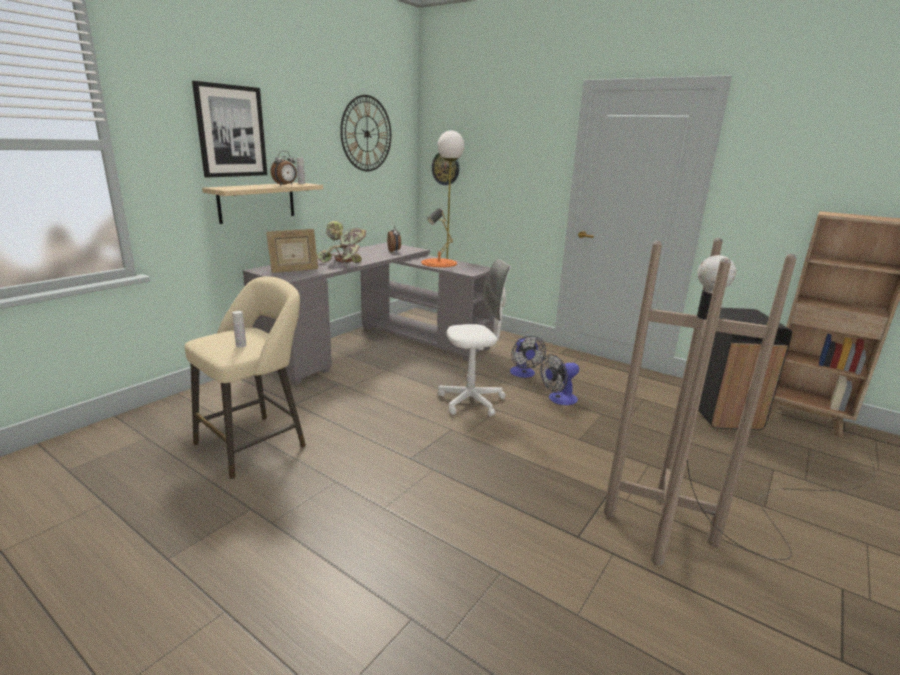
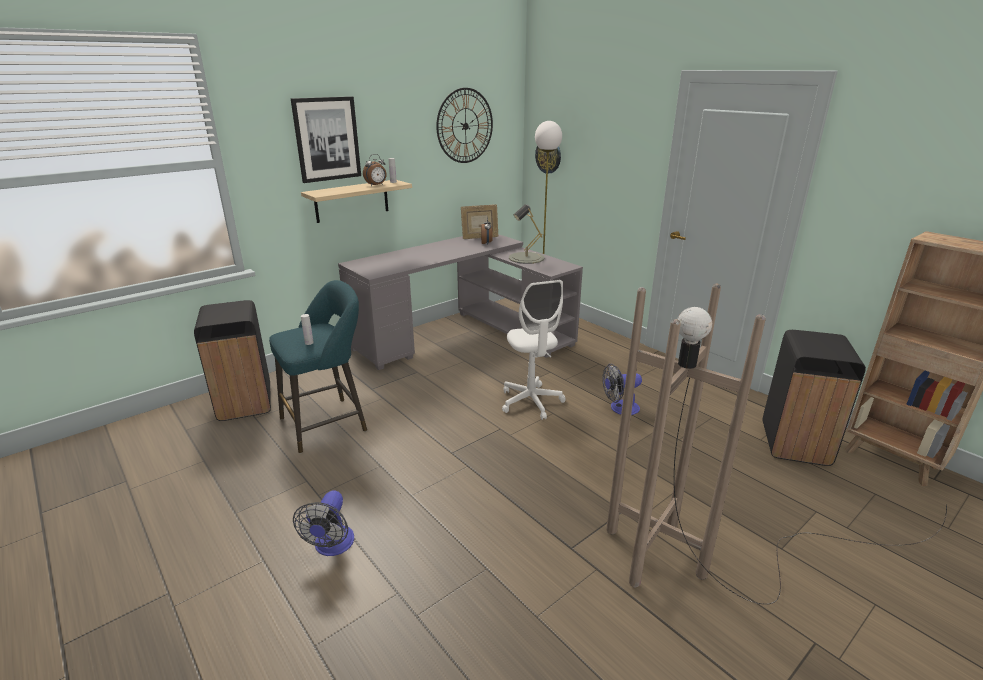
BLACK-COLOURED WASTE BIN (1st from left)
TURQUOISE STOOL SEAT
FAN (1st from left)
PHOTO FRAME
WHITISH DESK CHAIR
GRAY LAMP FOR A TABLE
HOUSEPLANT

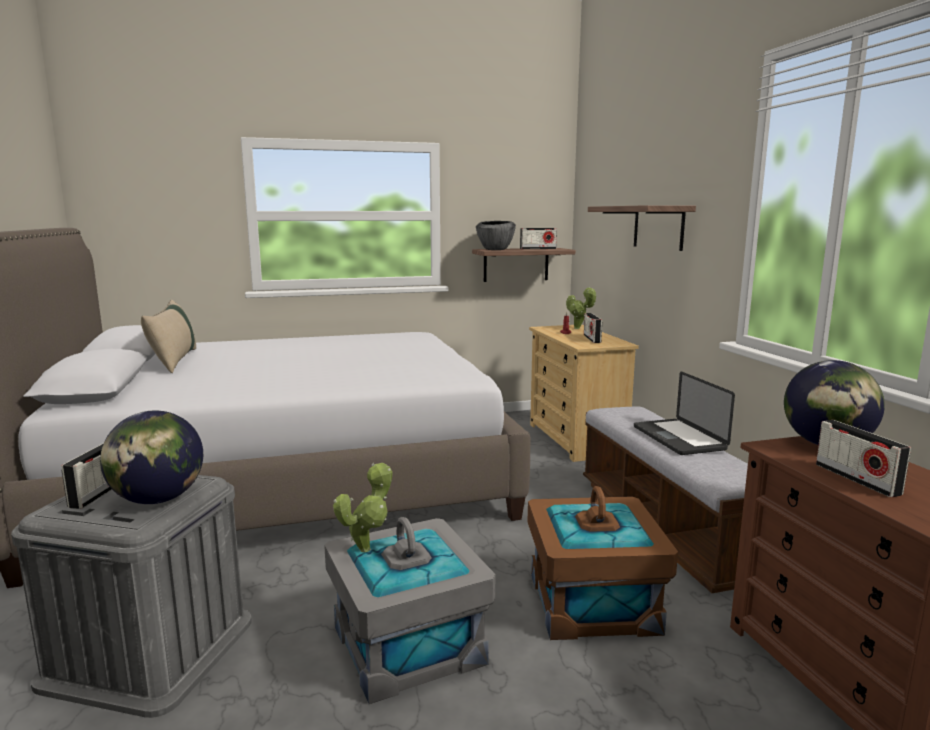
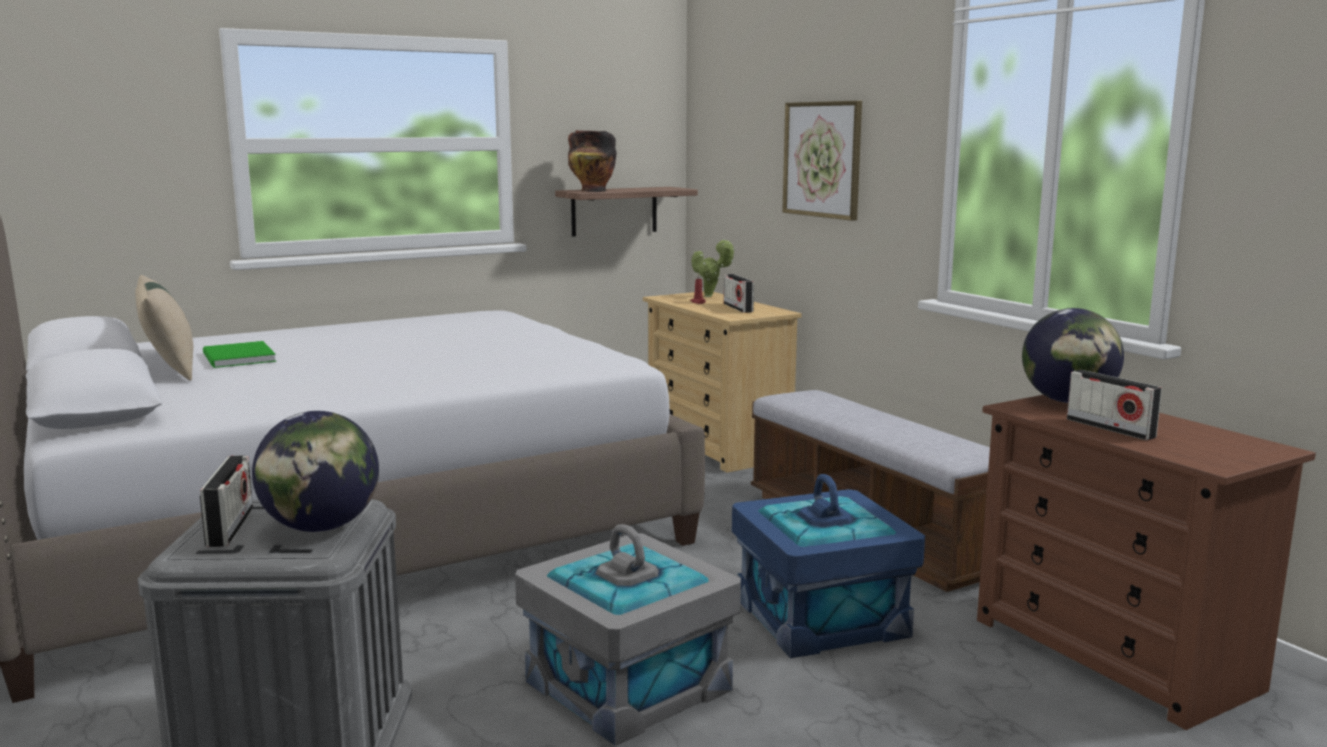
GREEN-COLOURED BOUND BOOK
DECORATIVE VASE
BLUE-COLOURED STORAGE BIN
WALL ART
HOUSEPLANT (1st from left in the first image)
RADIO SET (2nd from left in the first image)
NOTEBOOK COMPUTER

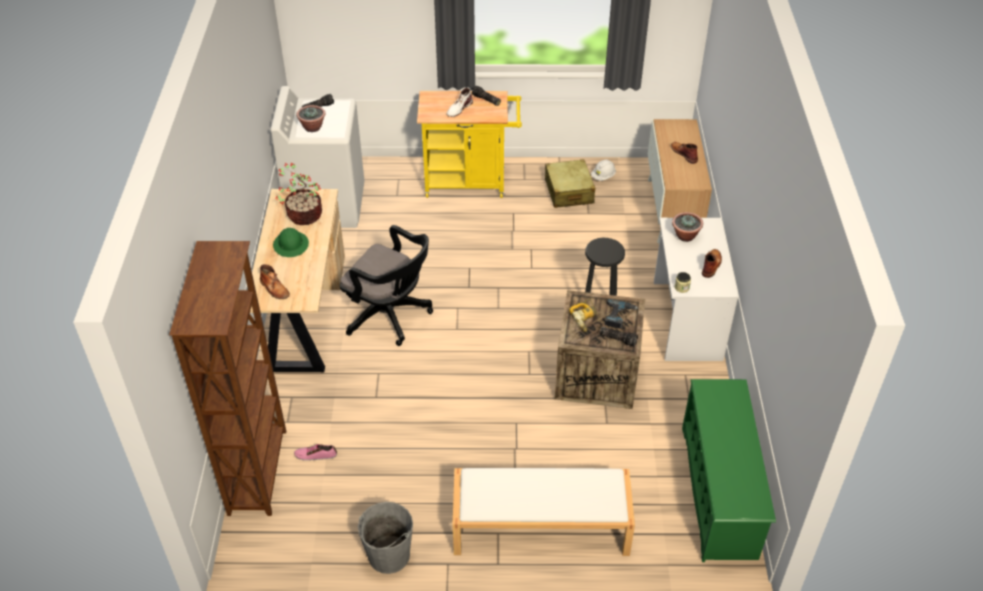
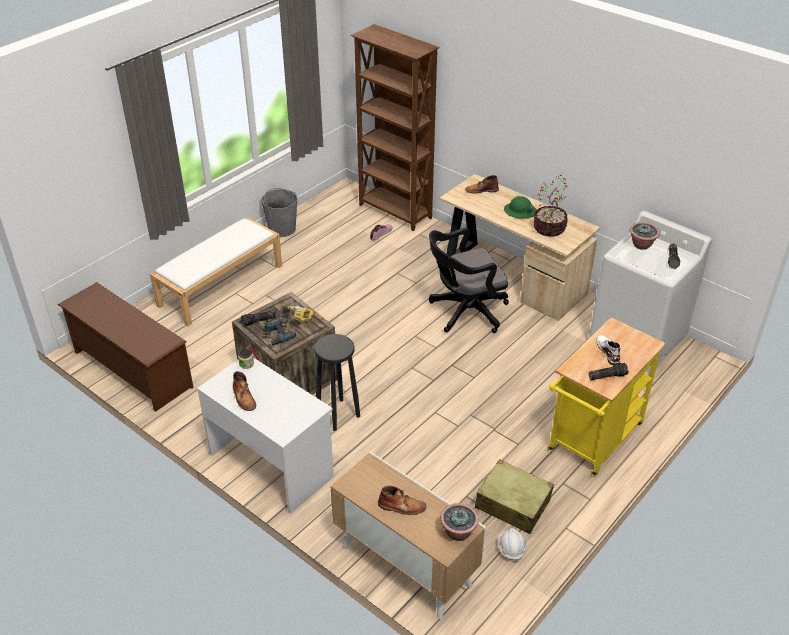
BROWN-COLOURED SHOE RACK
HOUSEPLANT (1st from left)

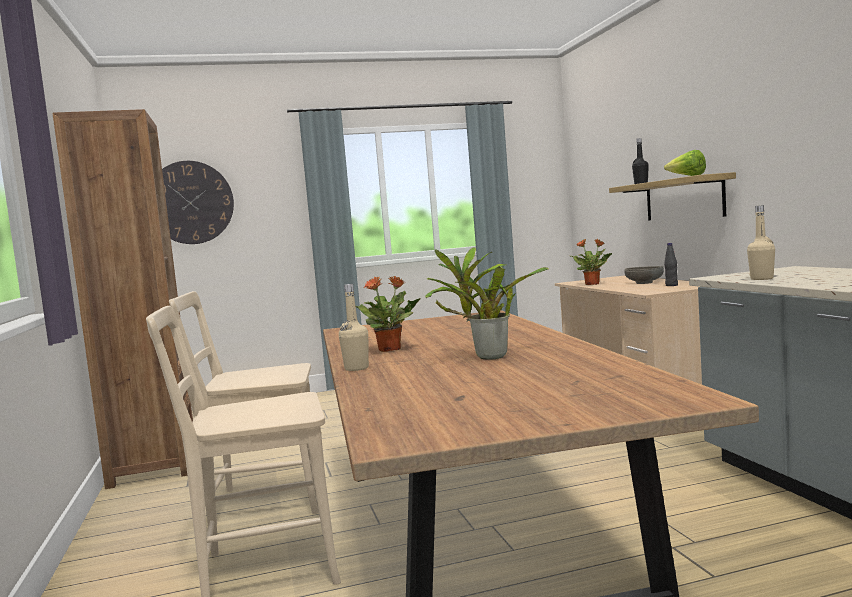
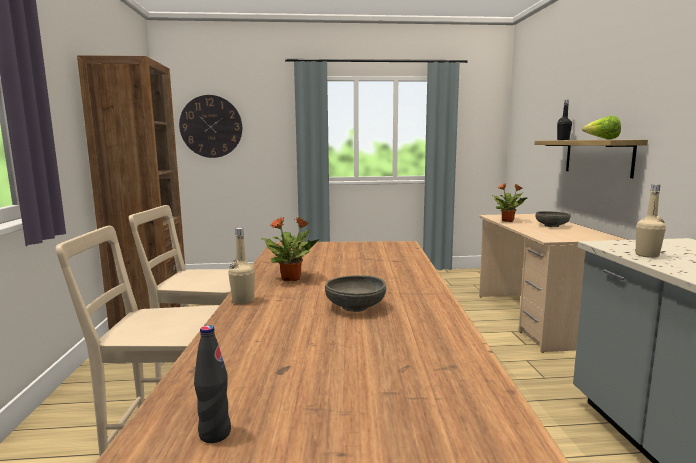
BLACK-COLOURED DRINK BOTTLE (1st from left)
GRAY SERVING BOWL (1st from left)

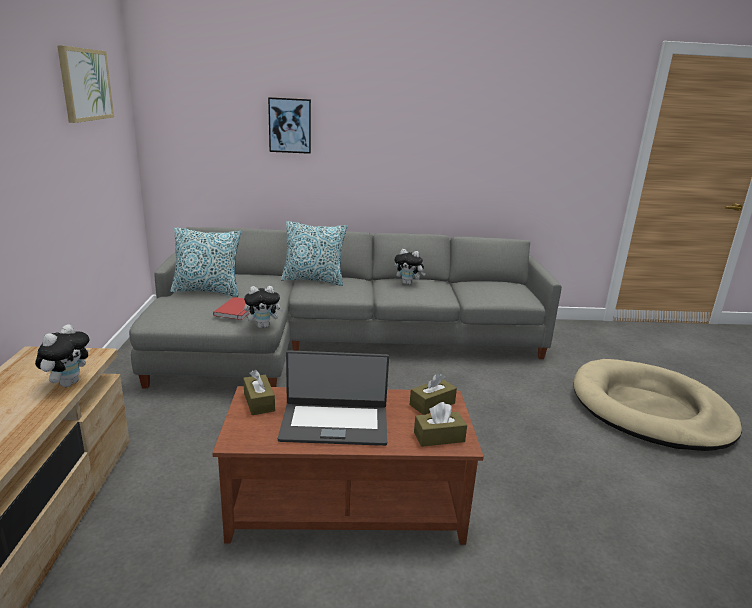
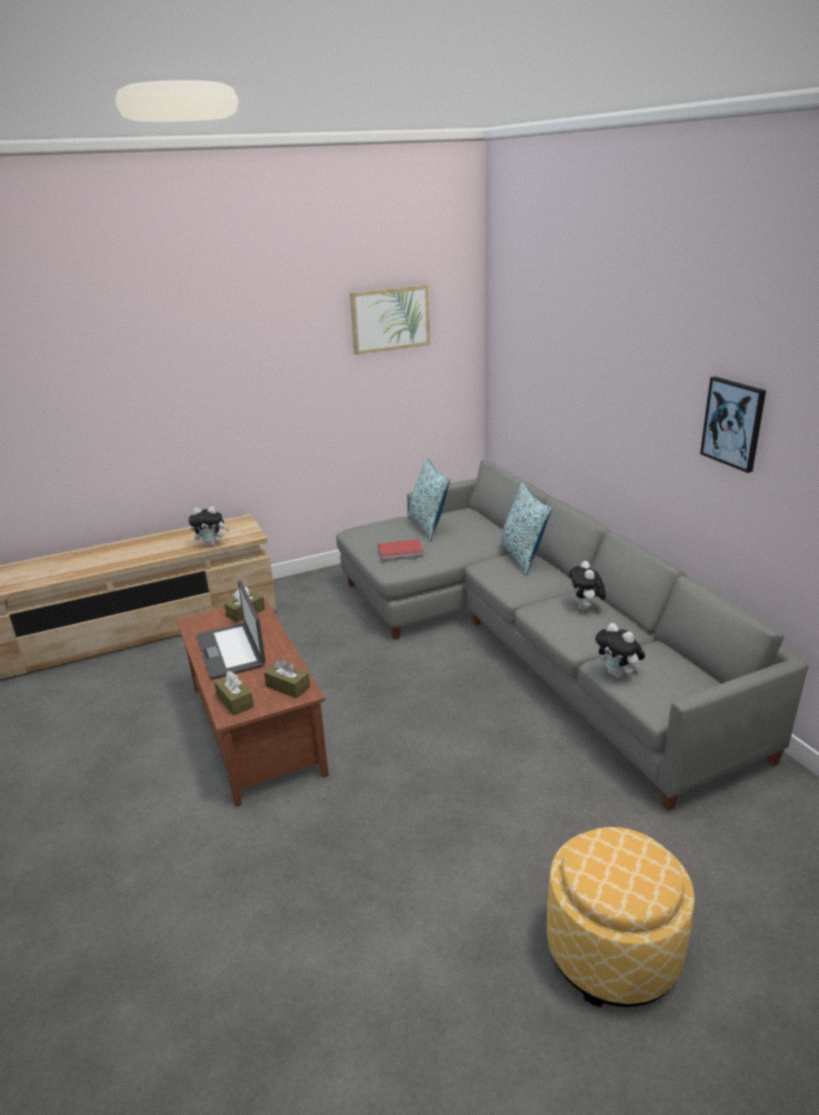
POUFFE
CUDDLY TOY (3rd from left)
WALL ART (2nd from left)

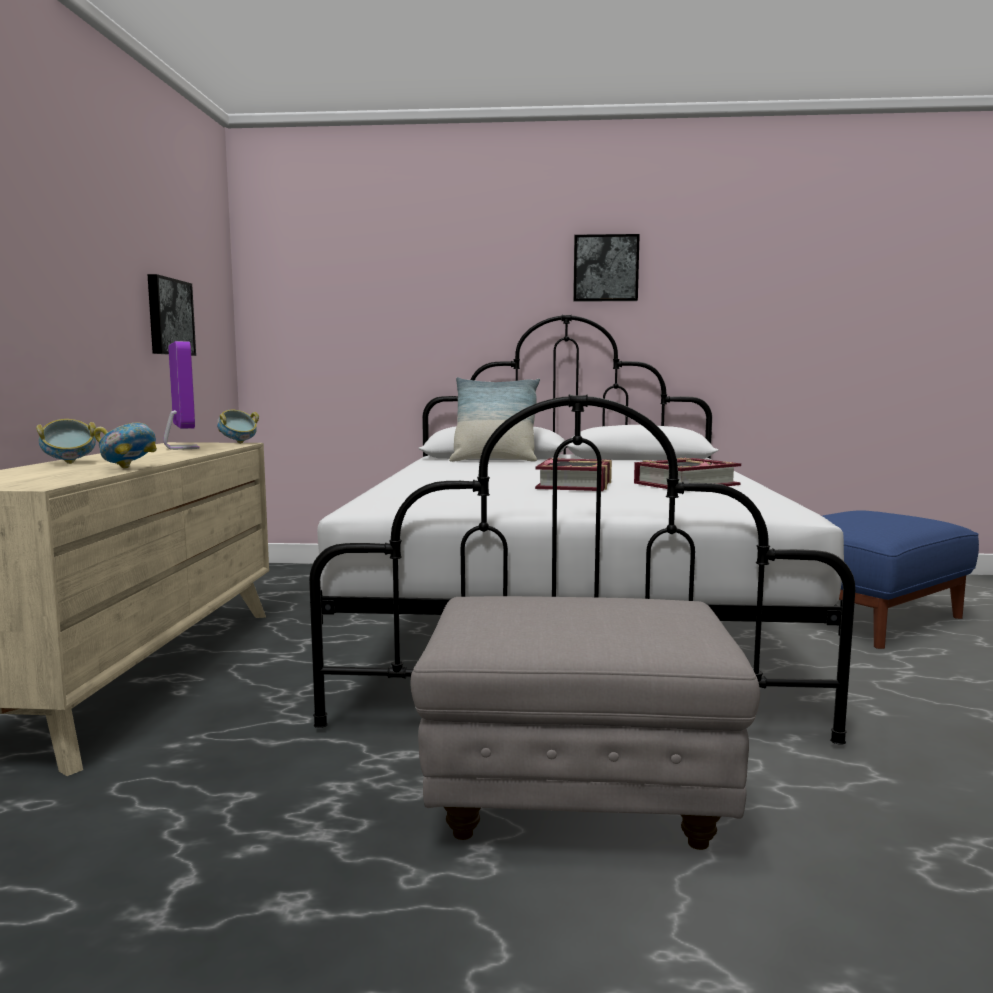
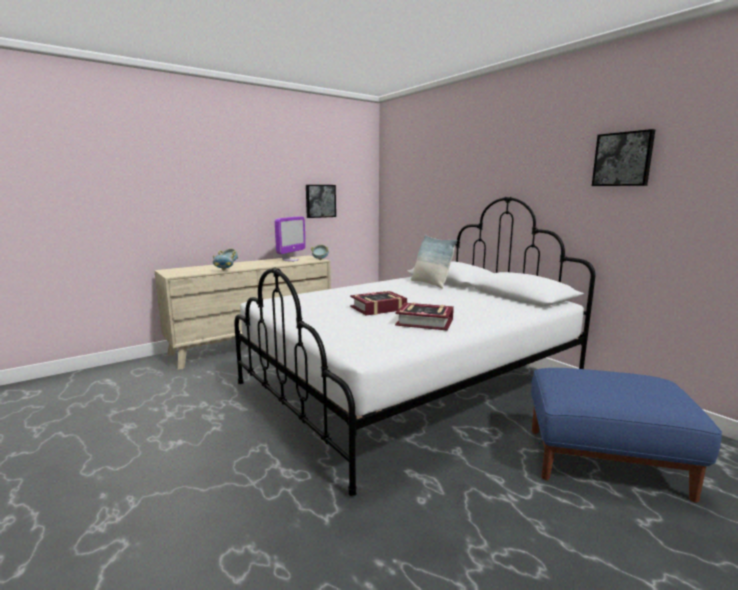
WALL ART (2nd from left)
GRAY POUFFE

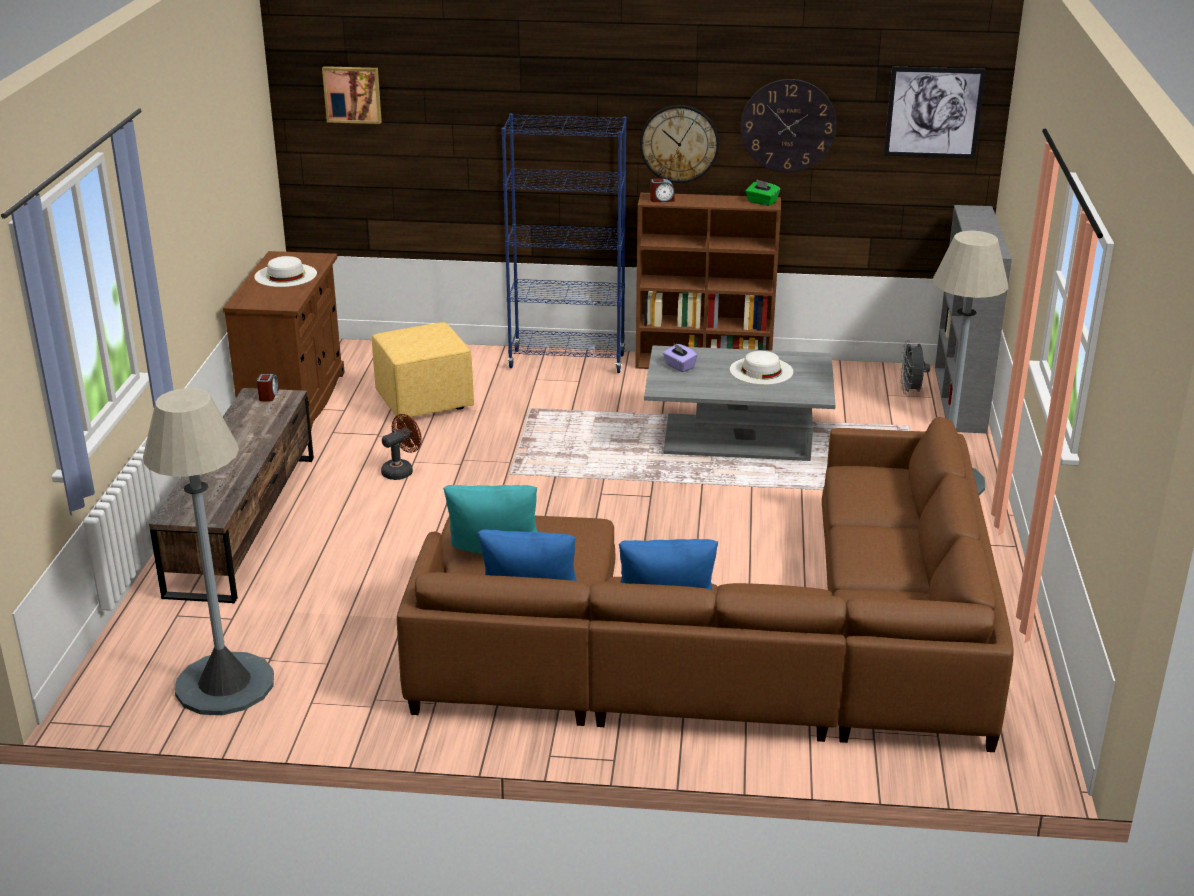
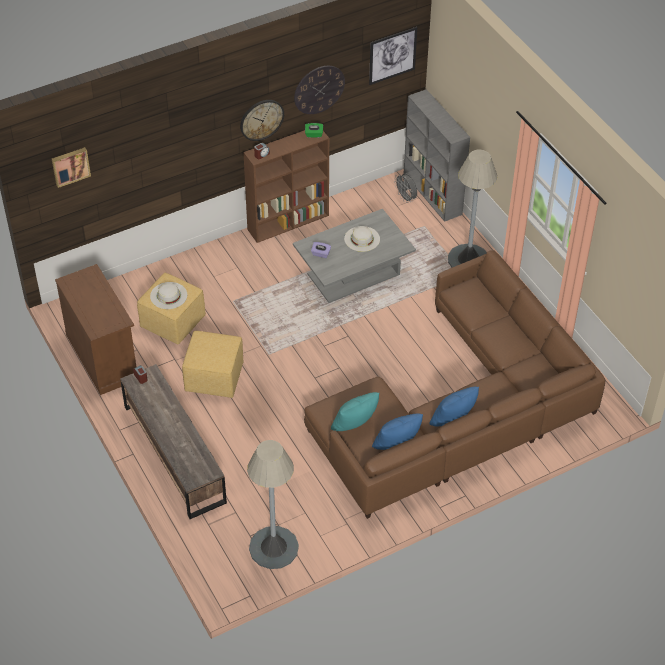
WHITISH HAT (1st from left)
YELLOW POUFFE (2nd from left)
BLUE-COLOURED BOOKCASE

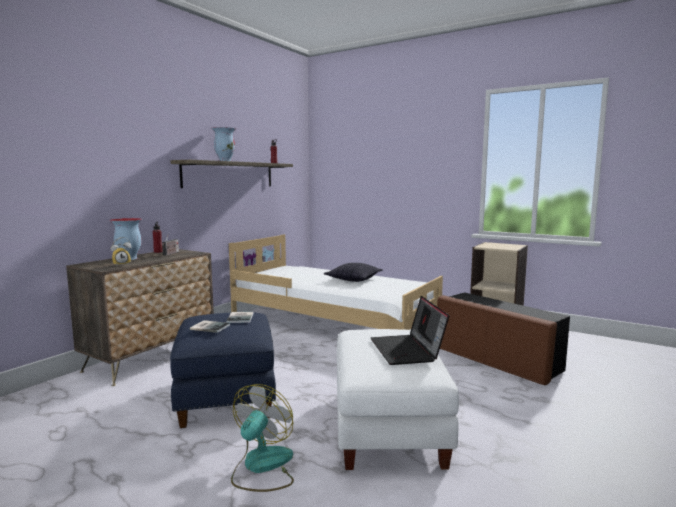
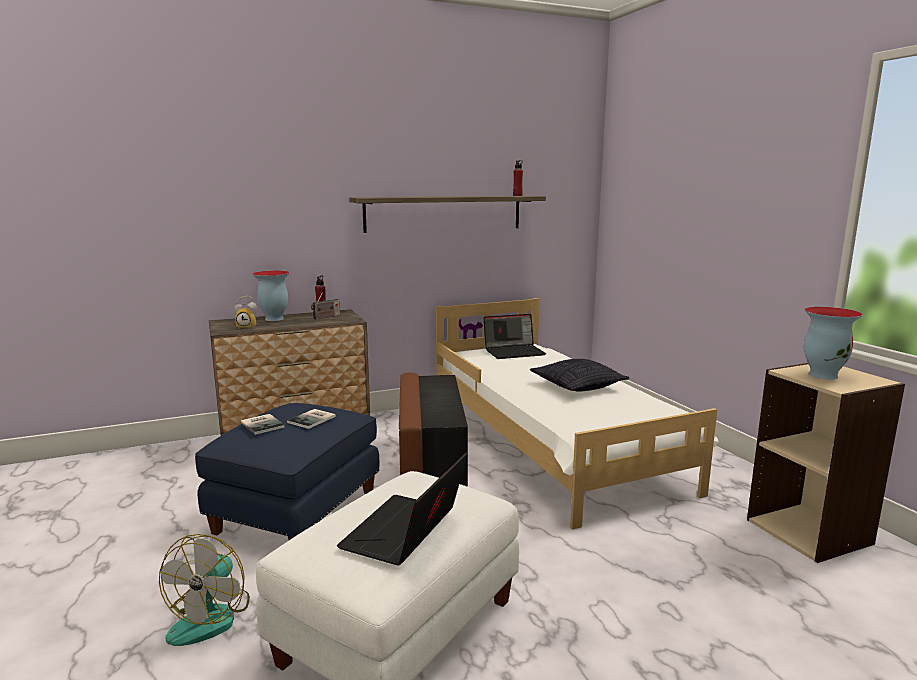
FAN
BROWN-COLOURED POUFFE
NOTEBOOK COMPUTER (2nd from left)
DECORATIVE VASE (2nd from left)

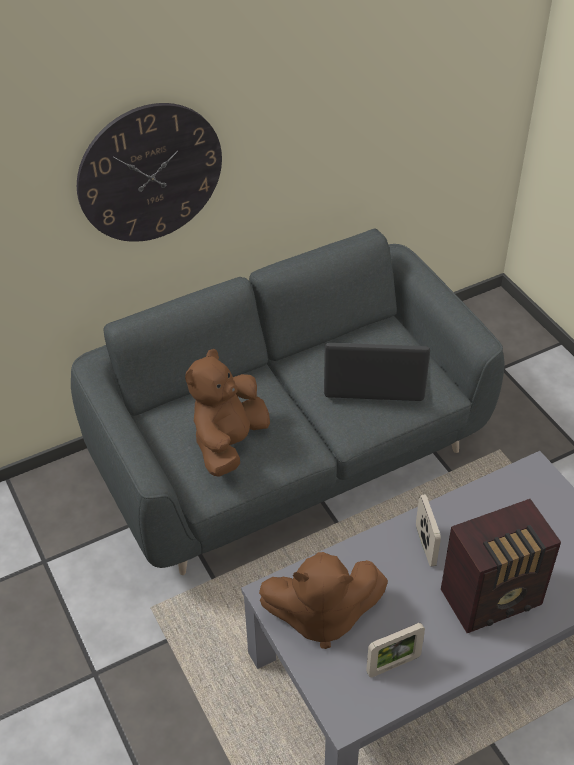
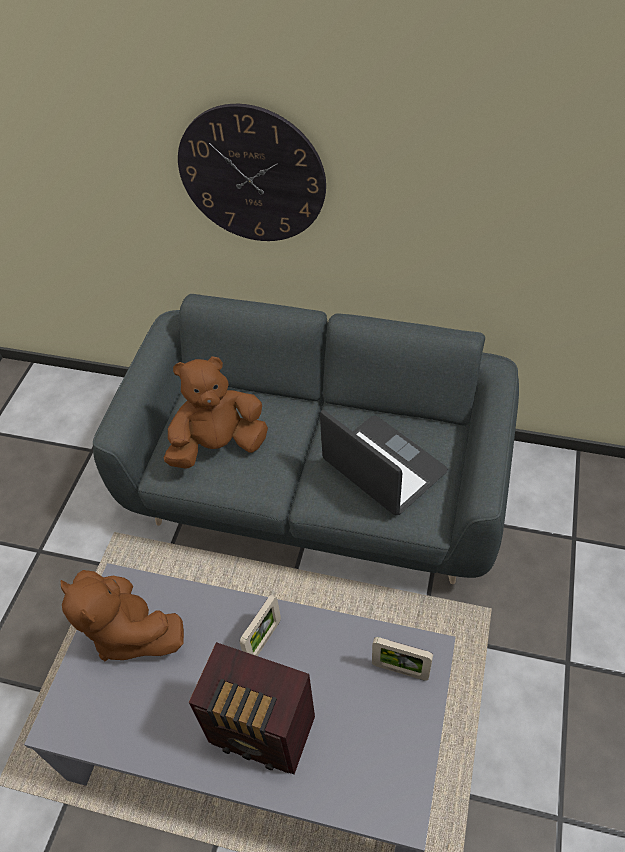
PHOTO FRAME (2nd from left)

